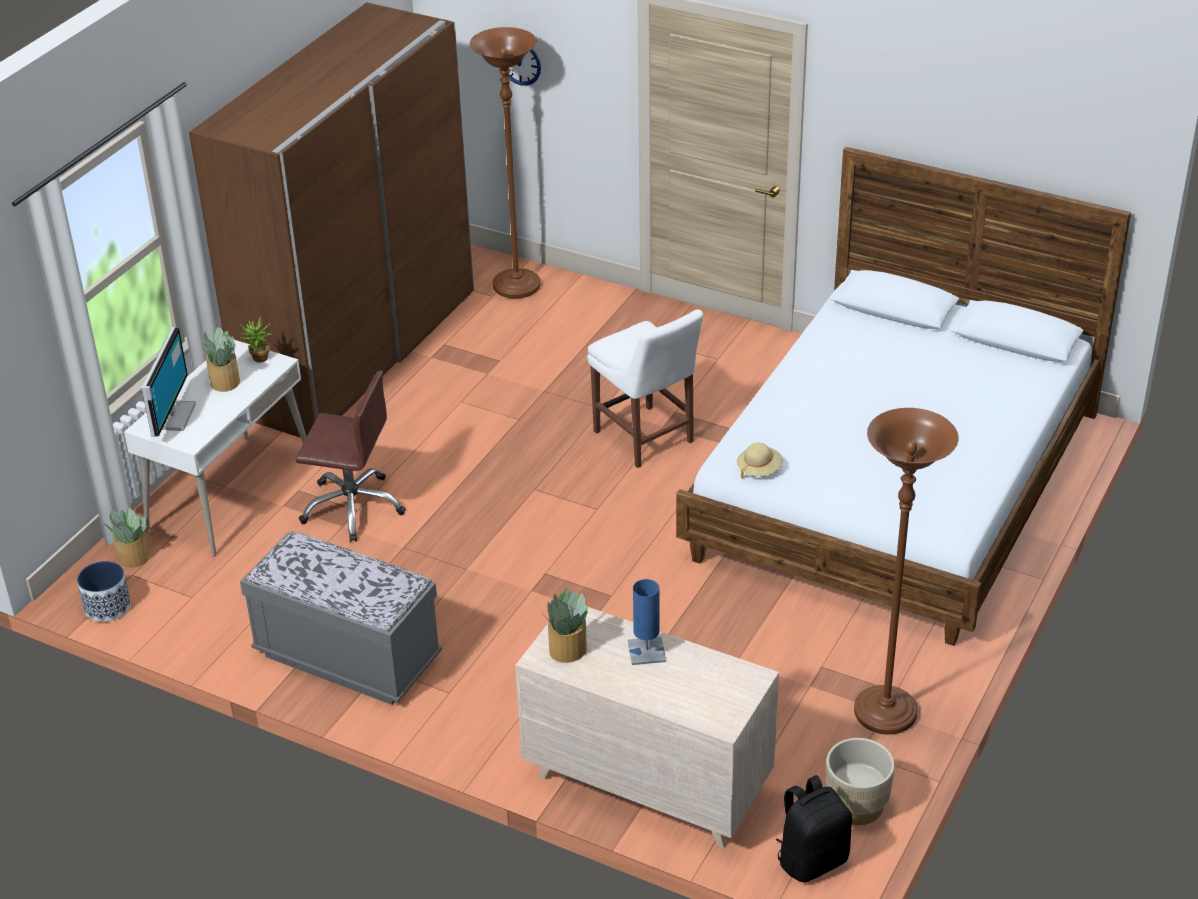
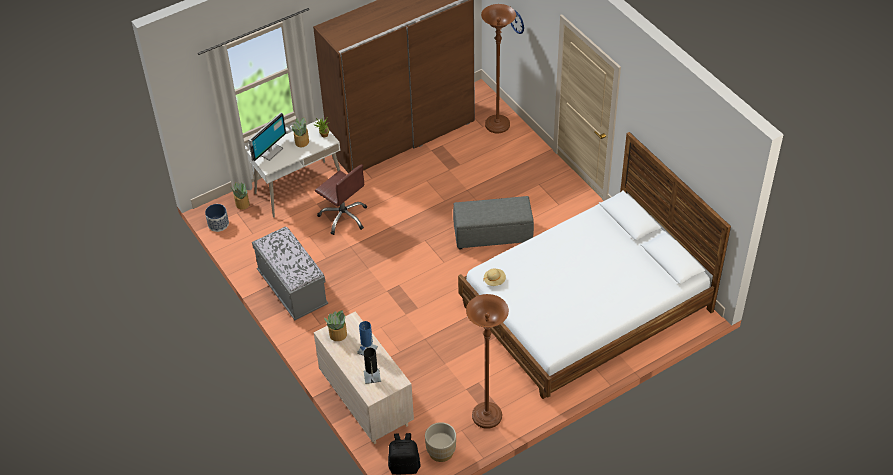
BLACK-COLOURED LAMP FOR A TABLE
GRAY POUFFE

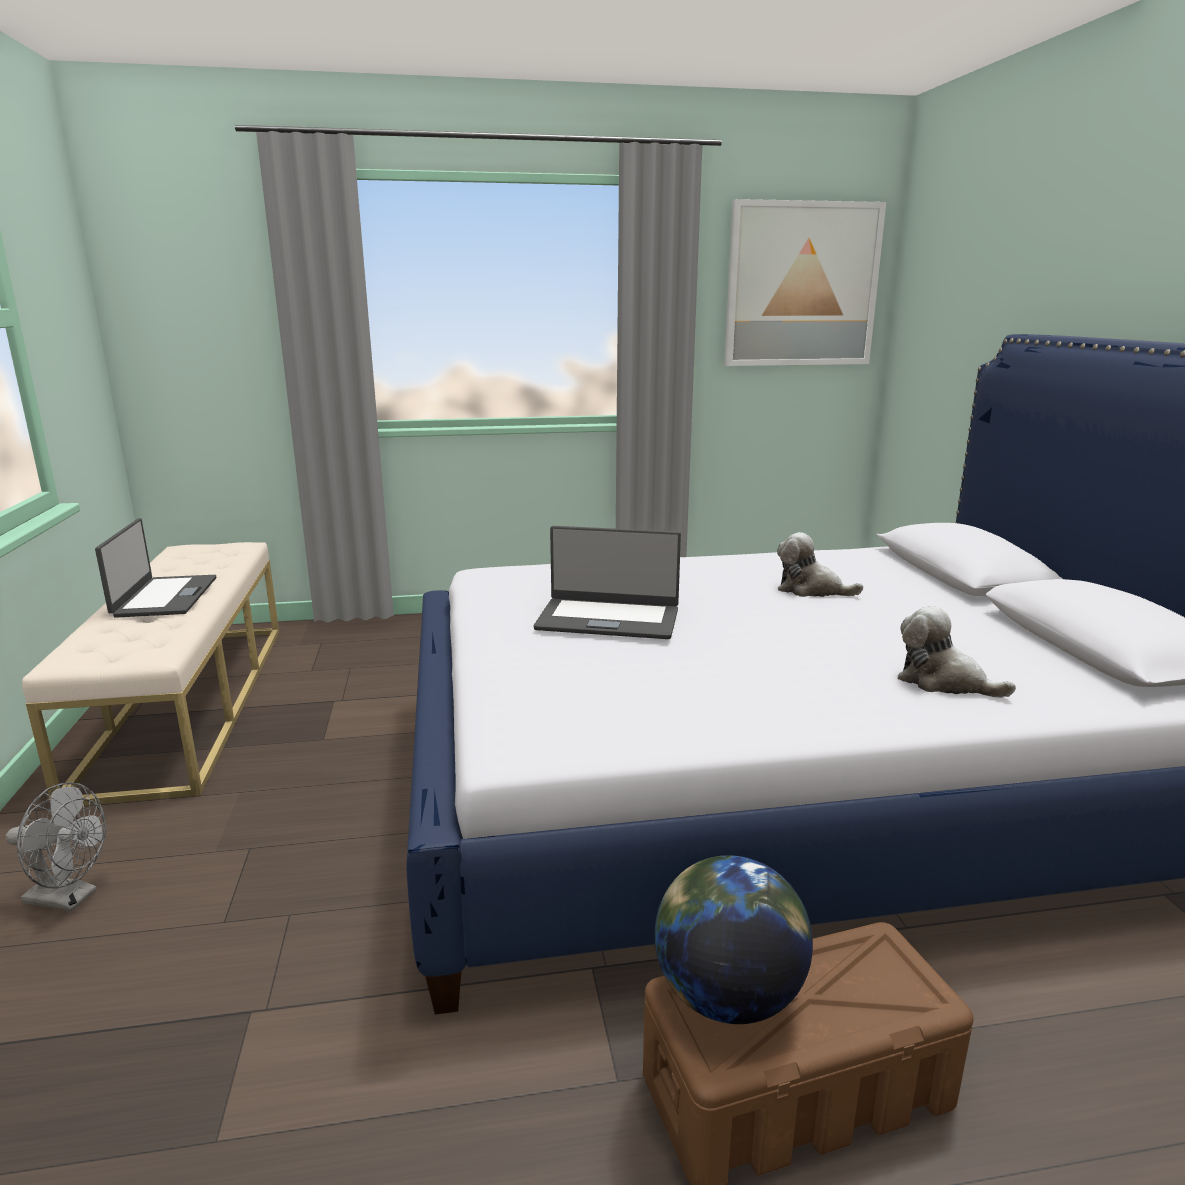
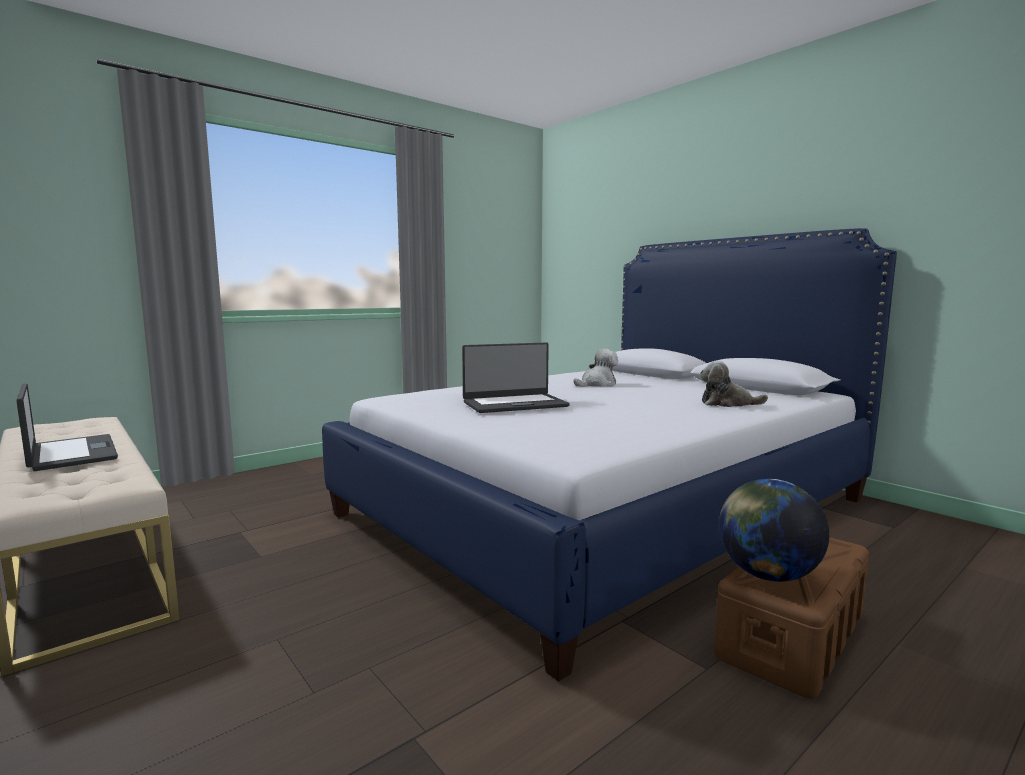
CUDDLY TOY (1st from left)
GRAY FAN
WALL ART

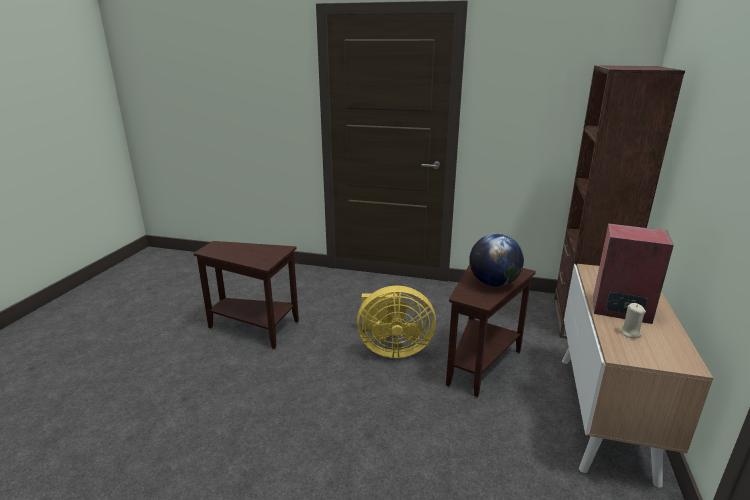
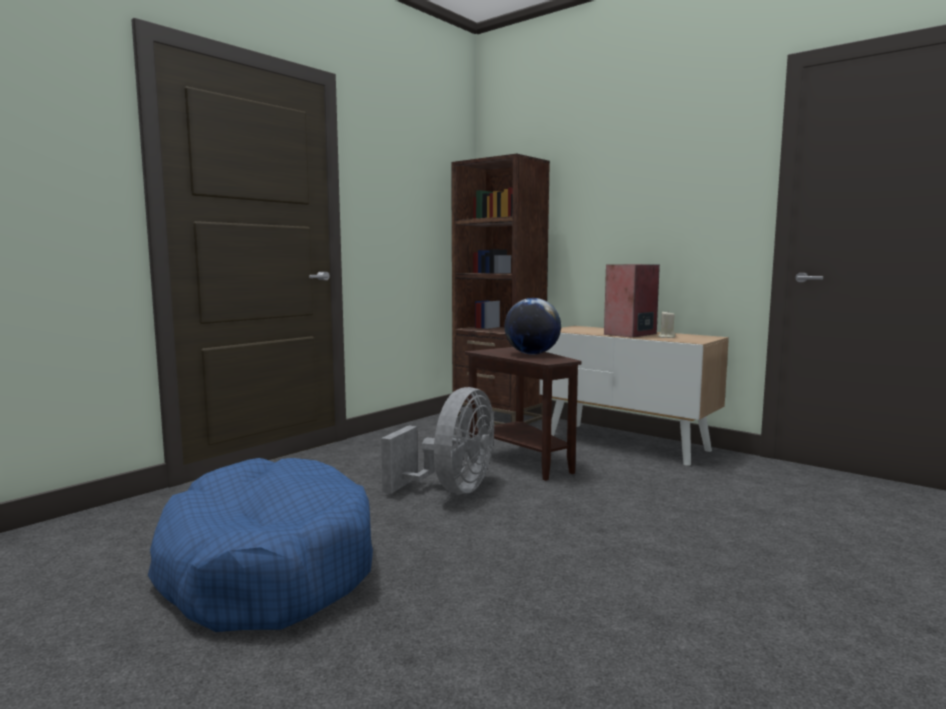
BLUE-COLOURED DOG BED
GRAY FAN

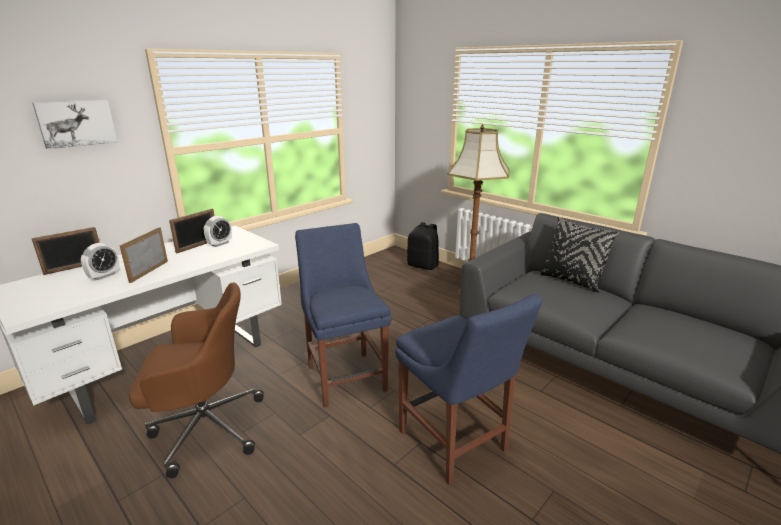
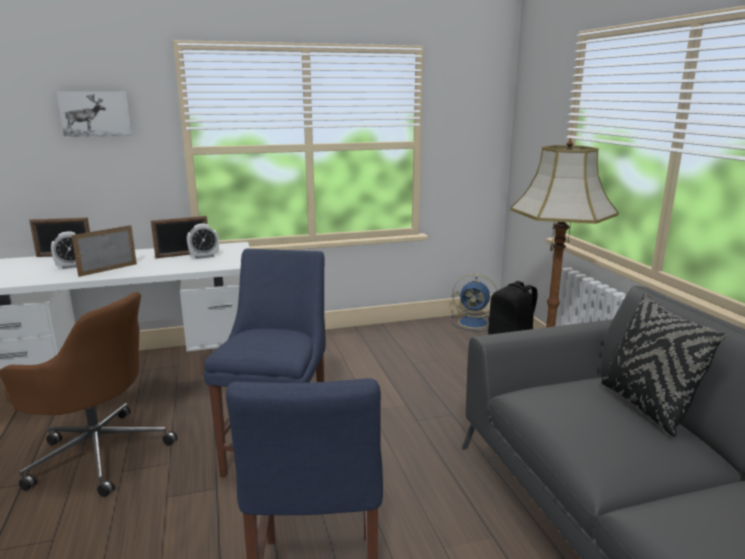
BLUE-COLOURED FAN

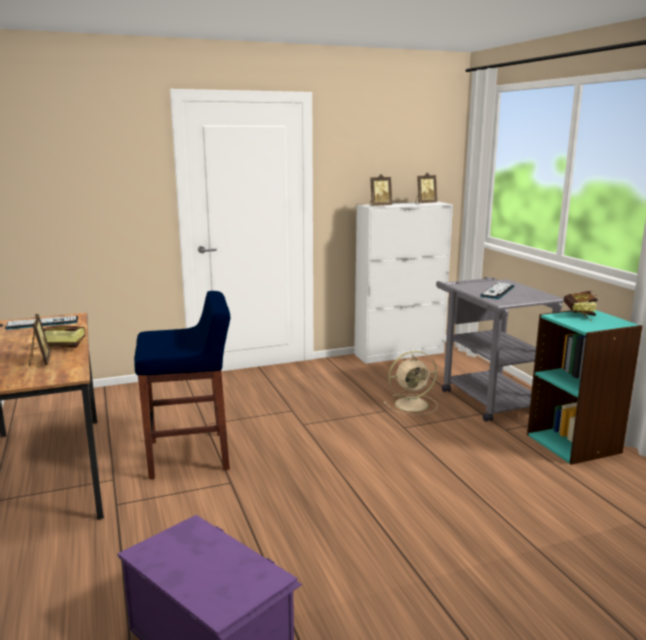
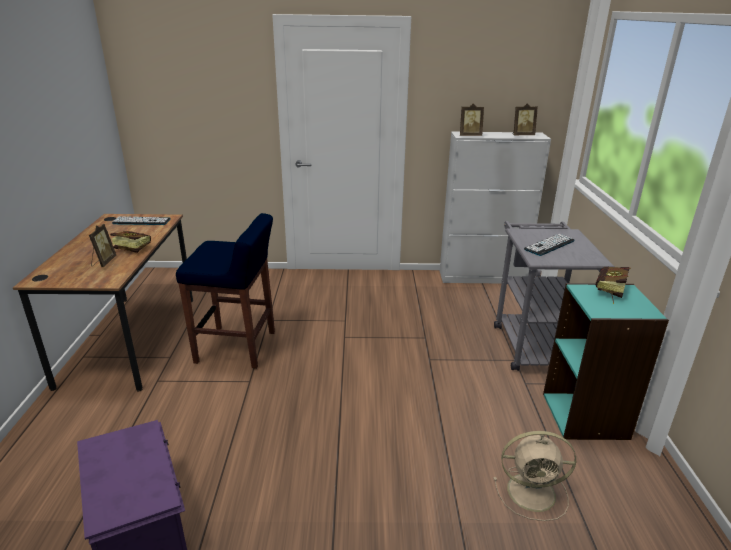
BEIGE-COLOURED FAN

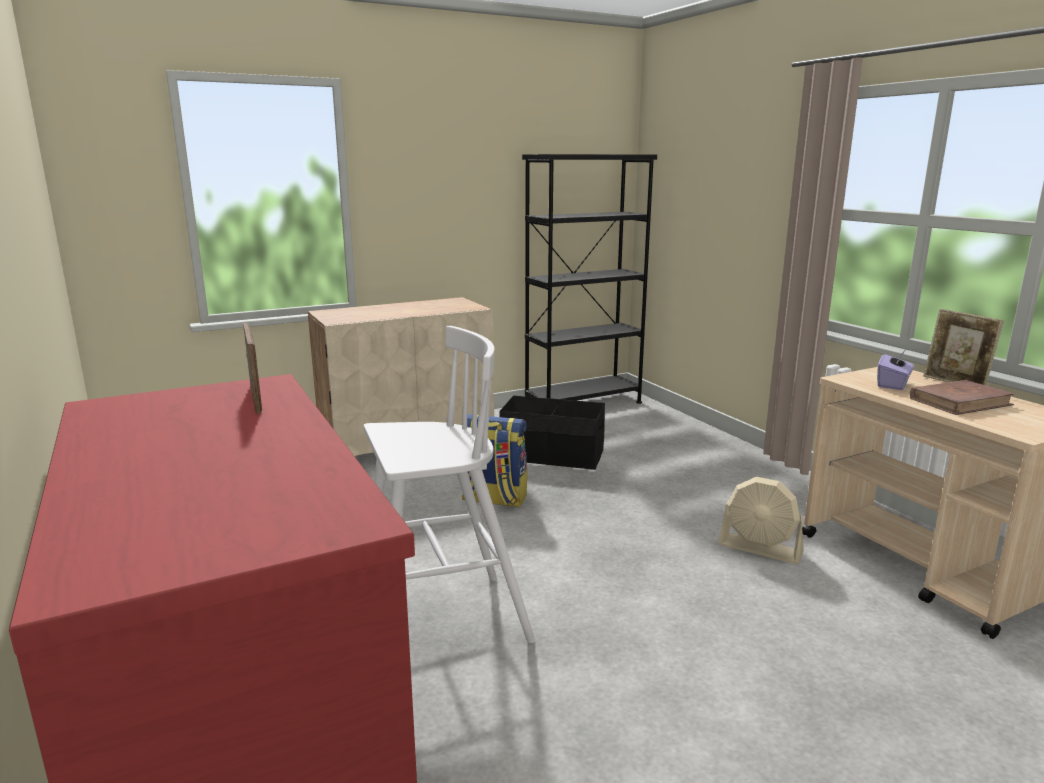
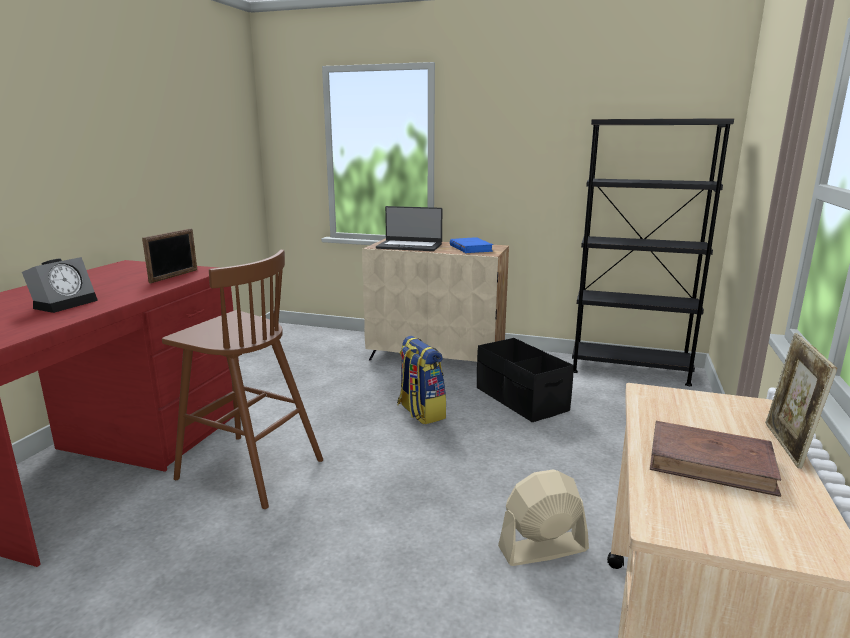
BEDSIDE CLOCK
BROWN-COLOURED STOOL SEAT
NOTEBOOK COMPUTER
BLUE-COLOURED BOUND BOOK
BEIGE-COLOURED FAN
PURPLE-COLOURED BOX OF TISSUES

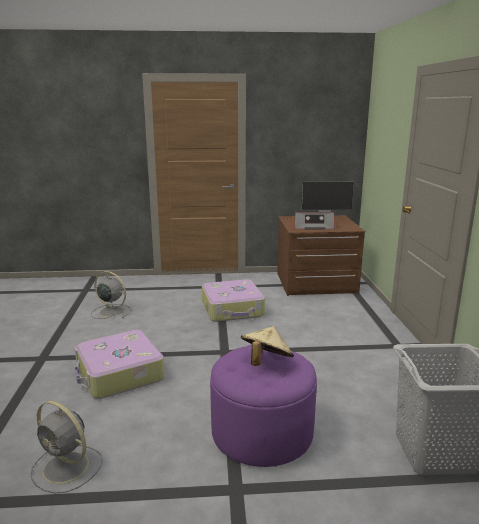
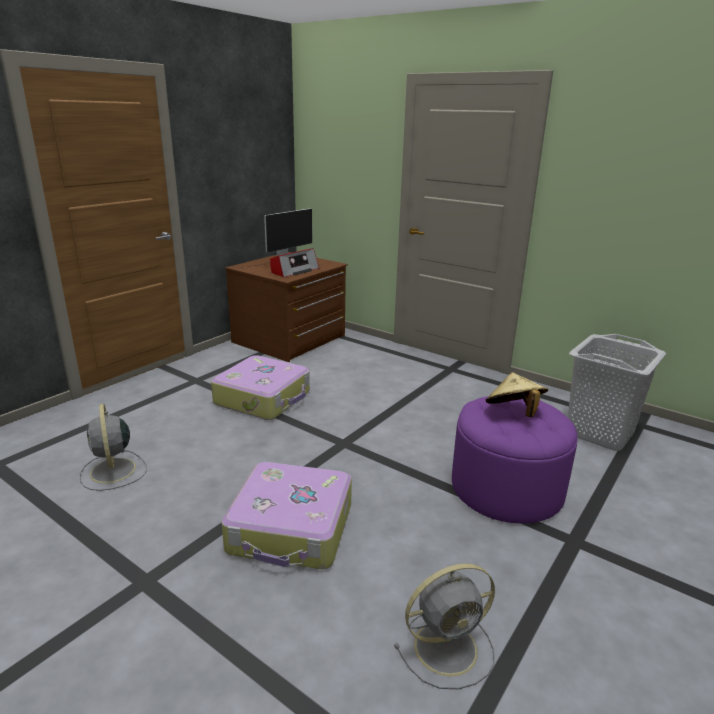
GRAY FAN (1st from left)

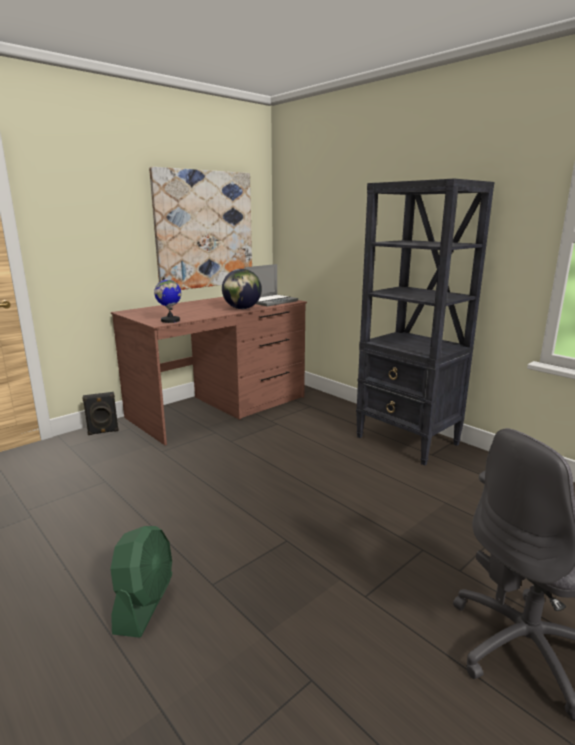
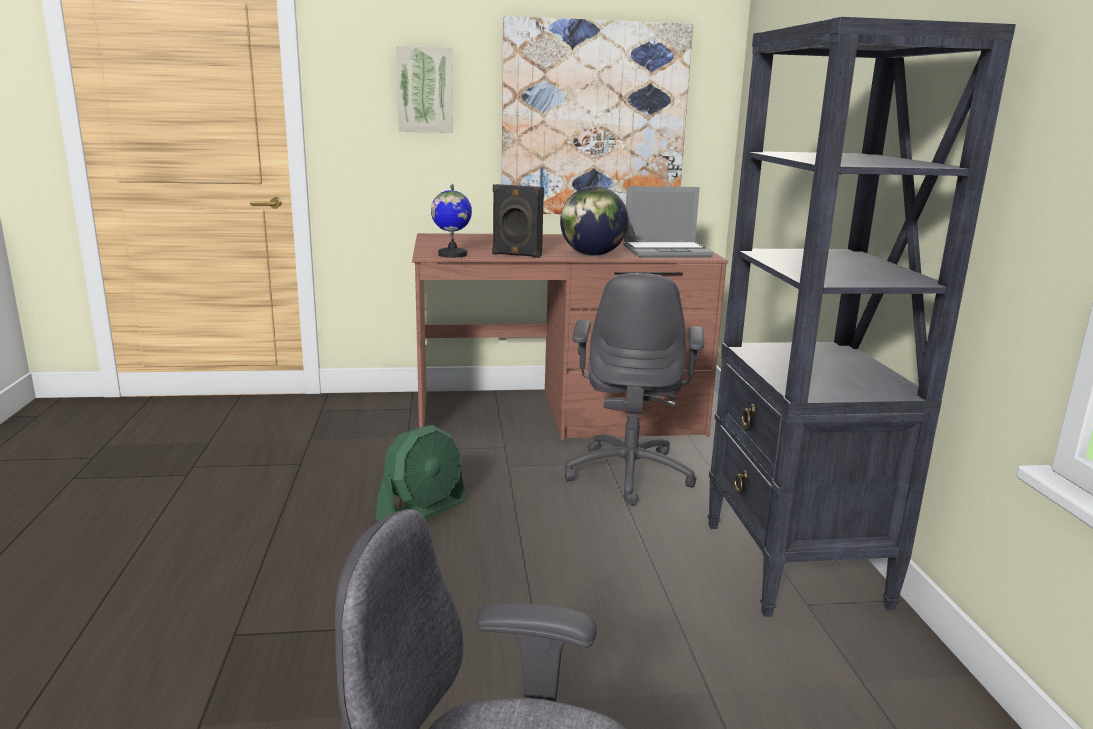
GREEN-COLOURED FAN
WALL ART (1st from left)
BLACK-COLOURED SPEAKER
GRAY DESK CHAIR (2nd from left)

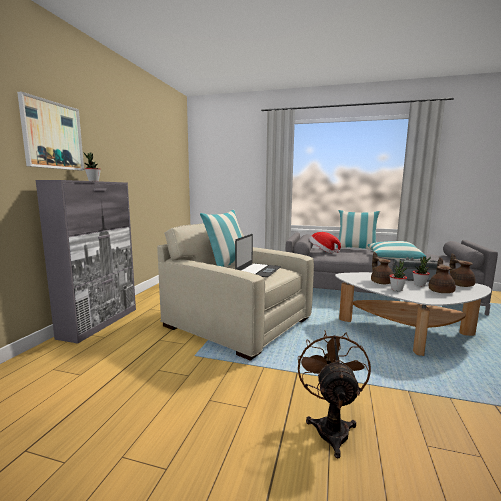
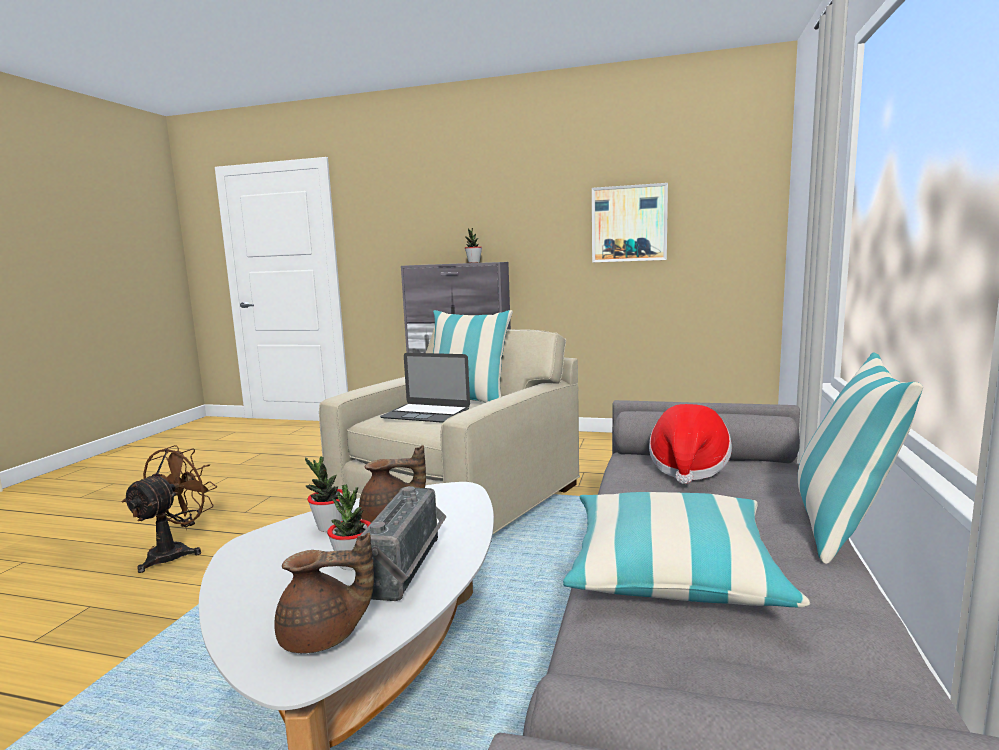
BROWN-COLOURED FAN
WALL ART
BROWN-COLOURED POT FOR TEA (2nd from left in the first image)

